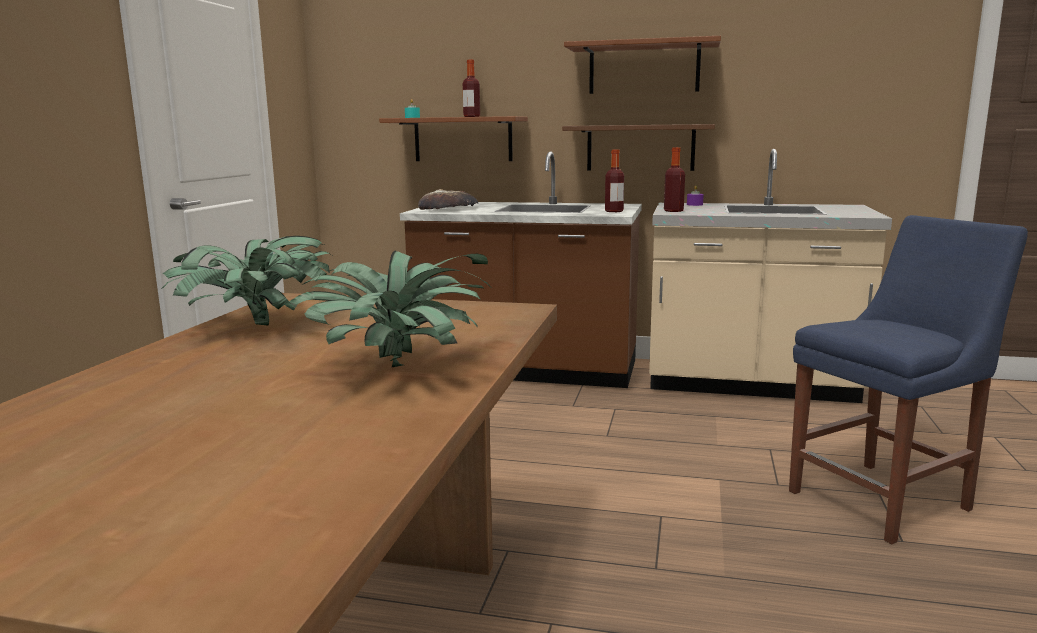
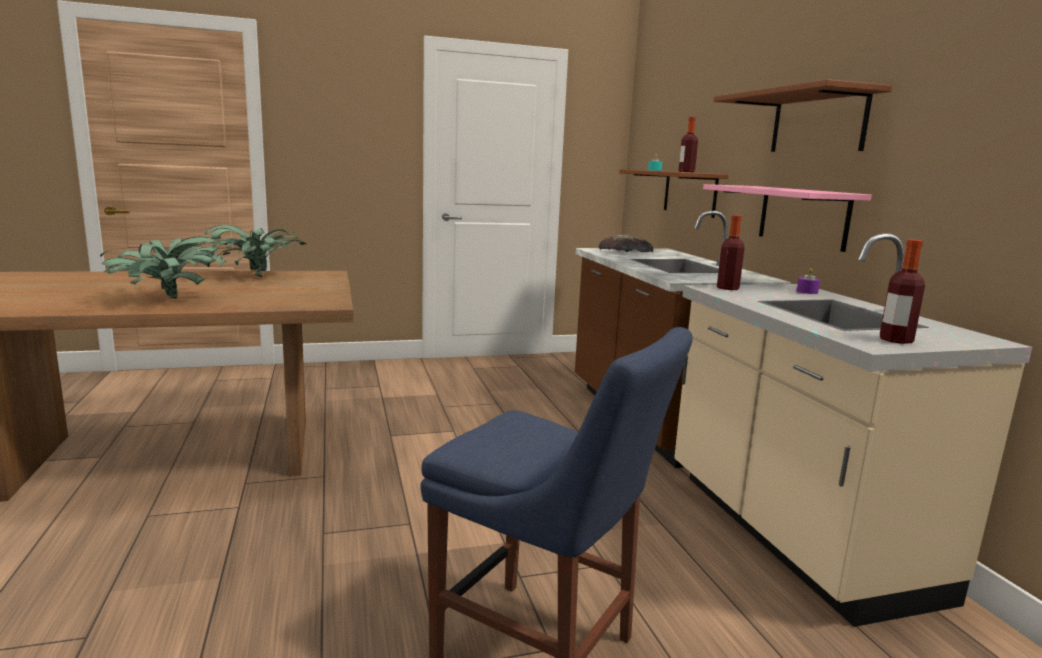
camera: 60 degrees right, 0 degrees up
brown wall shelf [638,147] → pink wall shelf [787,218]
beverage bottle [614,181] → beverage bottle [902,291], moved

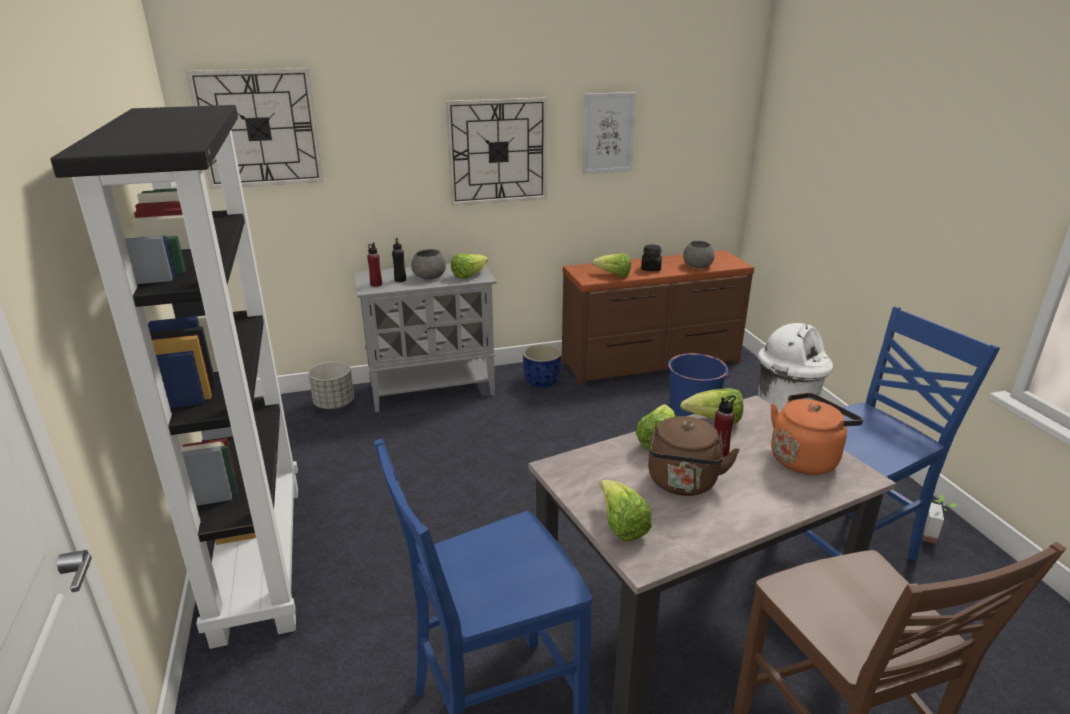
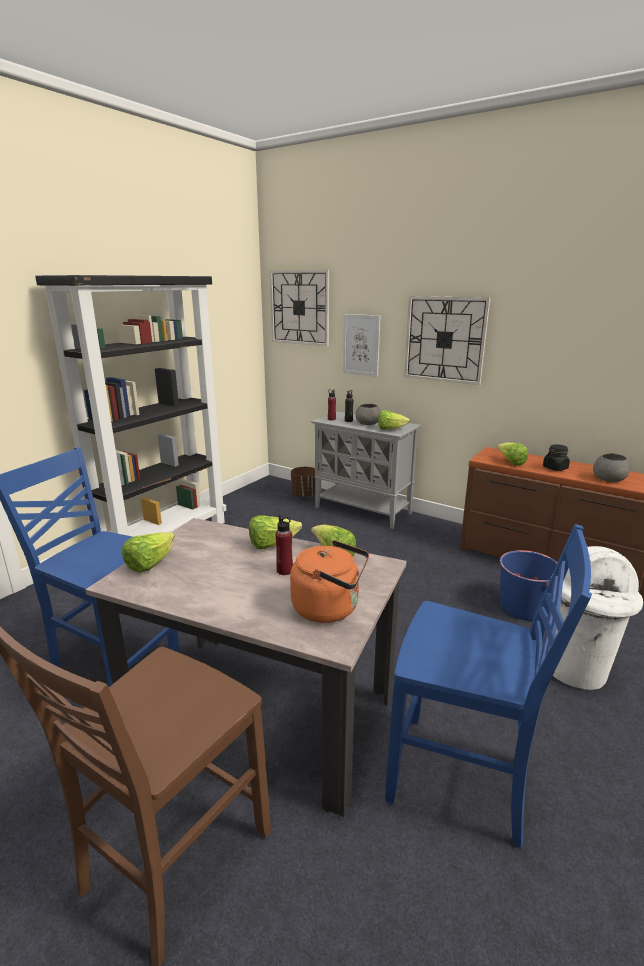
camera: 50 degrees right, 5 degrees down
gray planter [331,385] → brown planter [303,482]
blue-coloured planter [542,366] → -
picture [609,133] → picture [361,345], moved
brown tea kettle [694,456] → -
houseplant [940,519] → -

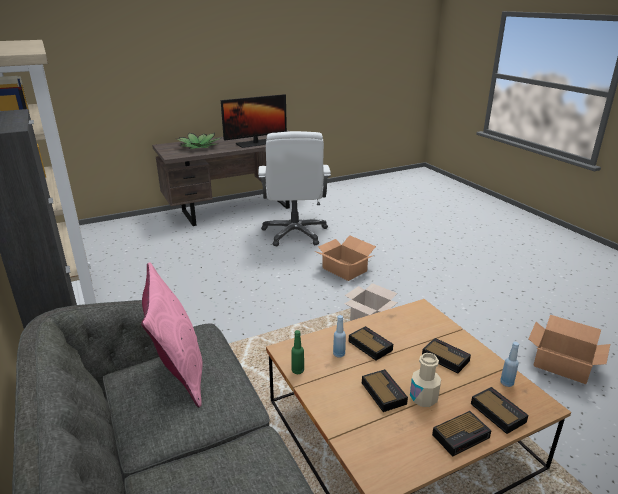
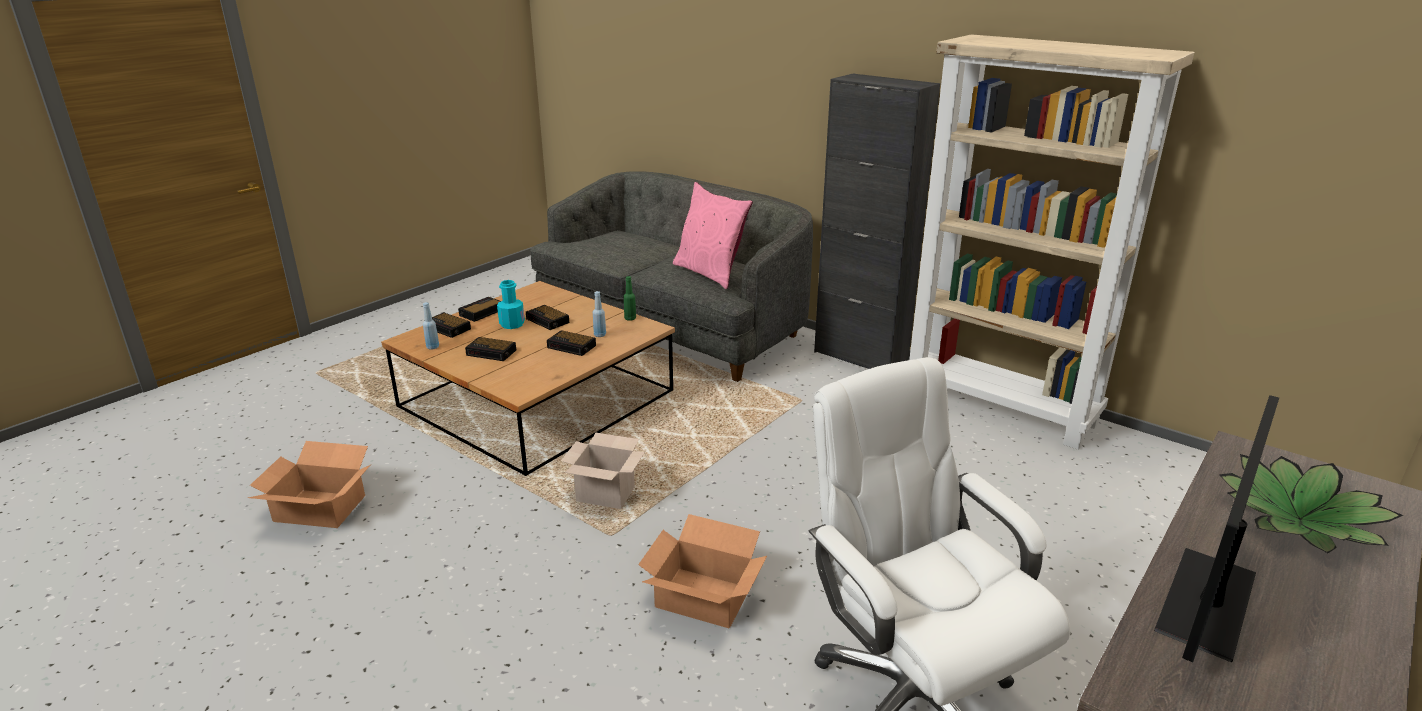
camera: 155 degrees right, 0 degrees up
beige beverage bottle [425,380] → blue-green beverage bottle [511,304]

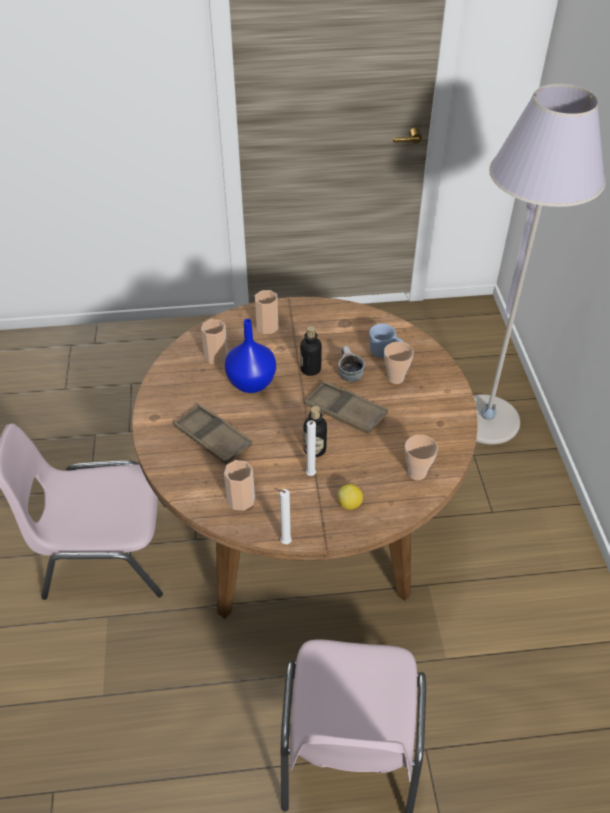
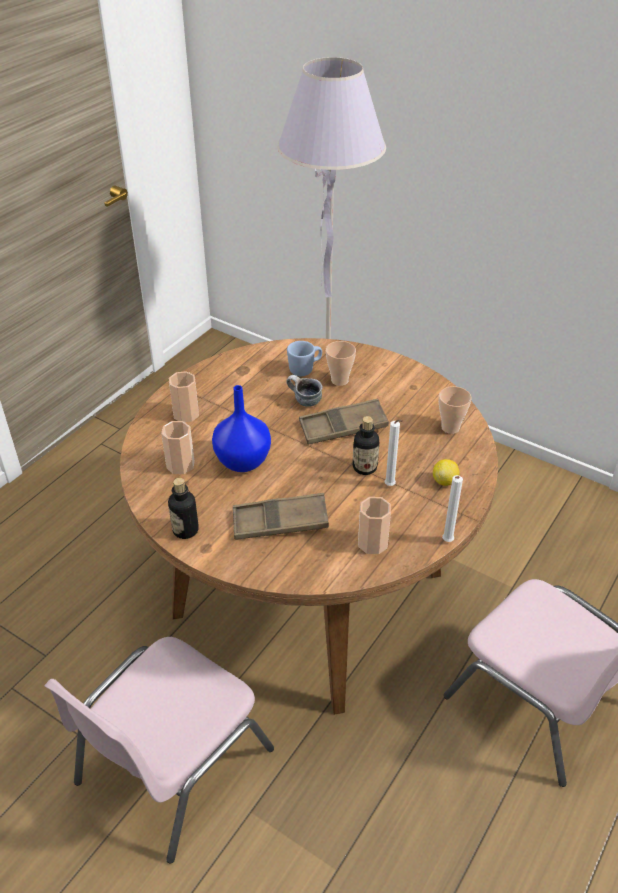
camera: 50 degrees left, 5 degrees down
beverage bottle [311,351] → beverage bottle [183,508], moved

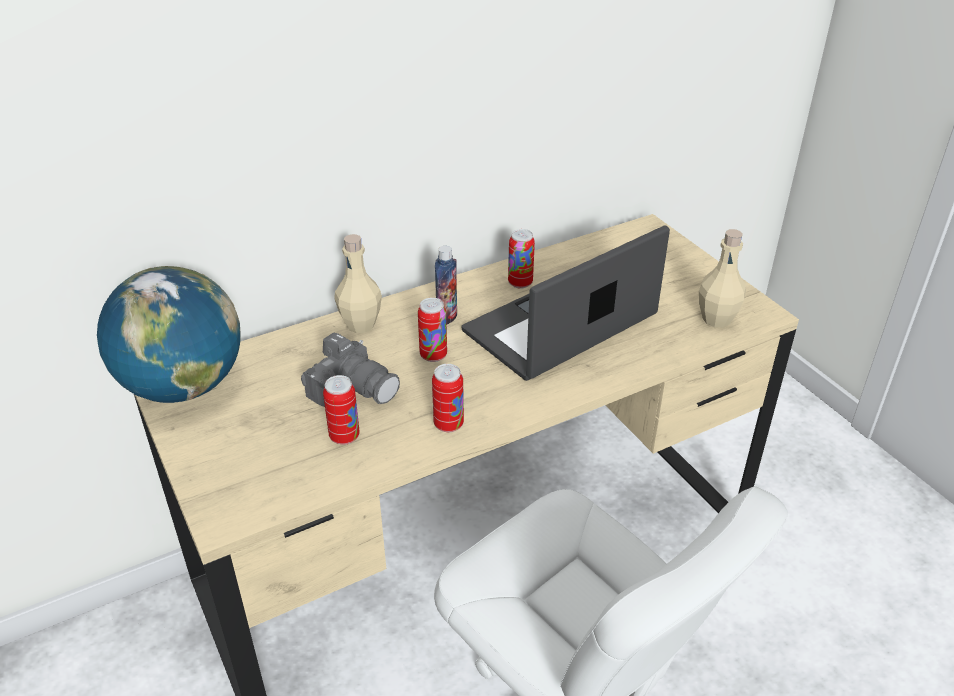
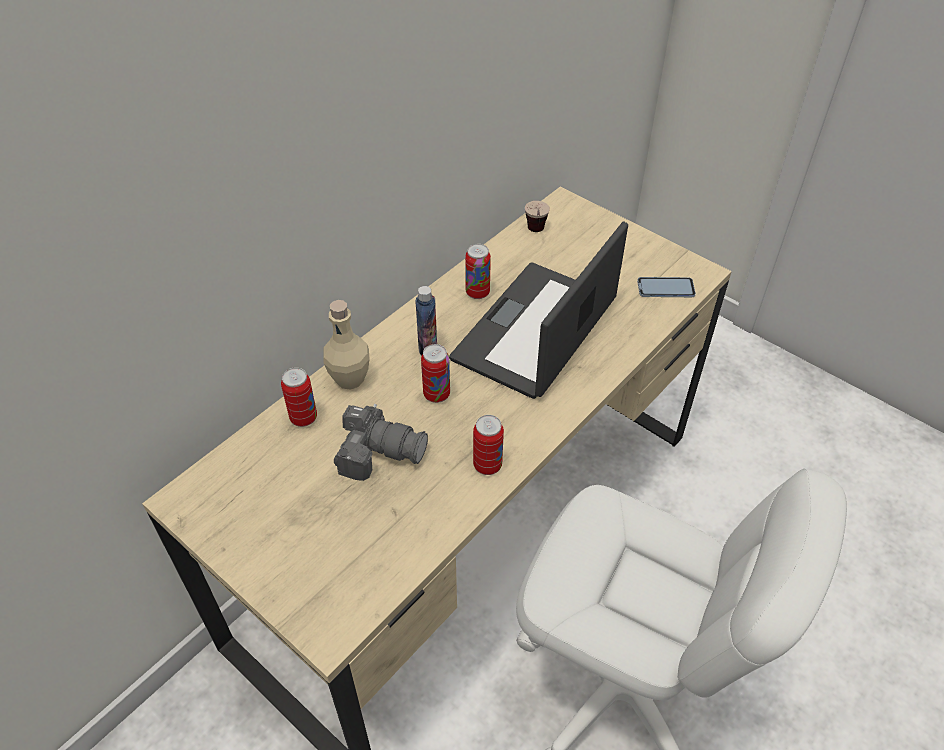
camera: 20 degrees left, 10 degrees up
globe [169,334] → -
metal can [341,410] → metal can [299,397], moved
beige beverage bottle [722,278] → telephone [666,287]
- → small cup [537,216]

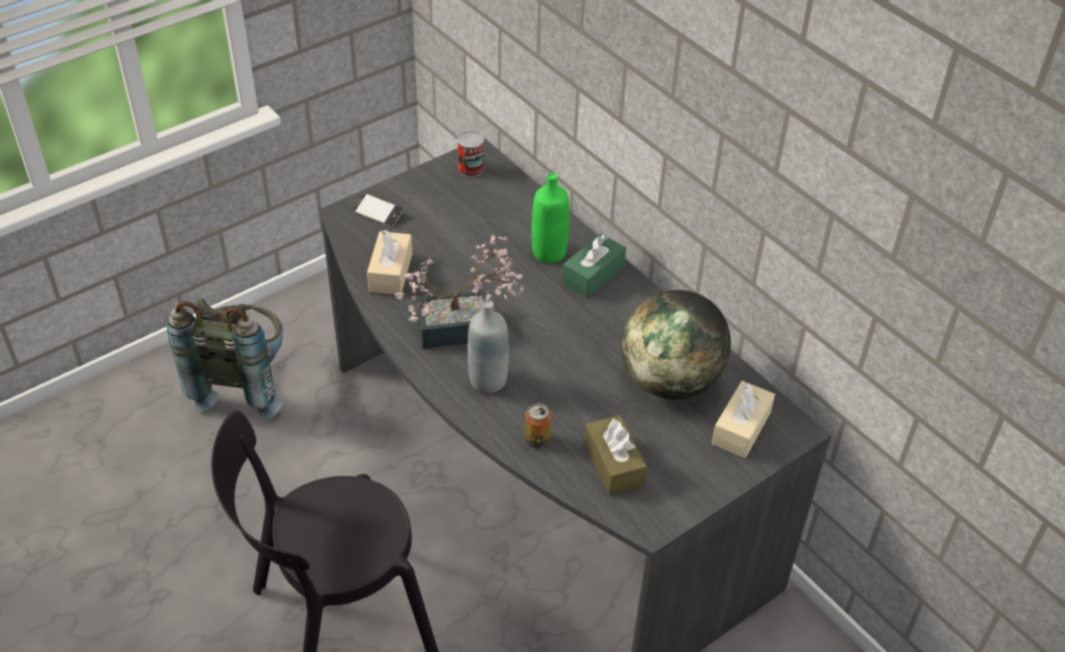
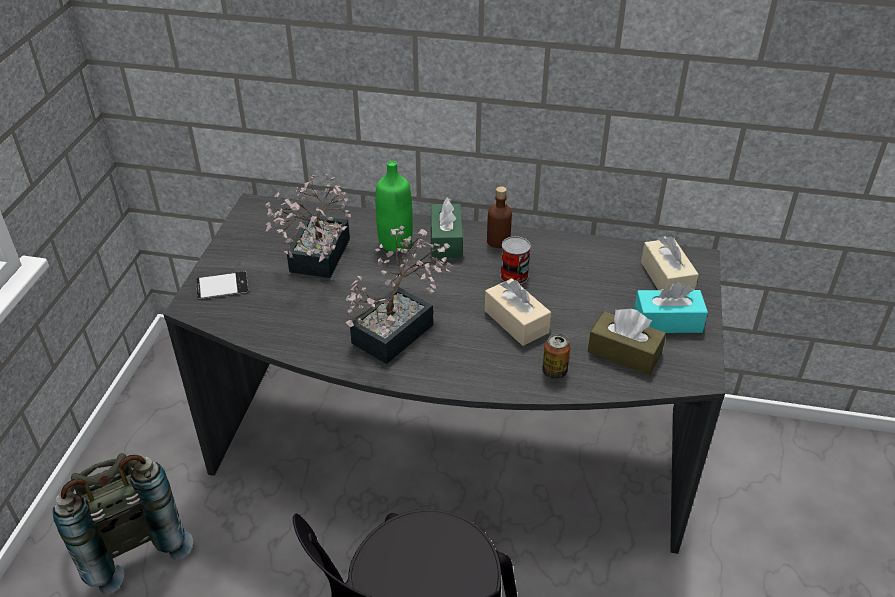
camera: 40 degrees left, 5 degrees down
beige tissue box [389,262] → beige tissue box [518,312], moved
metal can [470,154] → metal can [515,260], moved
gray beverage bottle [488,346] → -
globe [676,344] → -
- → houseplant [308,226]
- → brown beverage bottle [499,217]
- → blue-green tissue box [671,307]

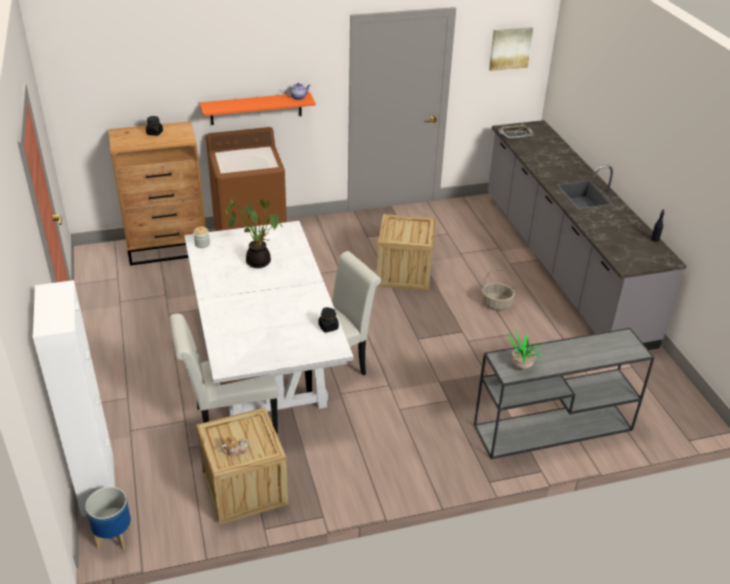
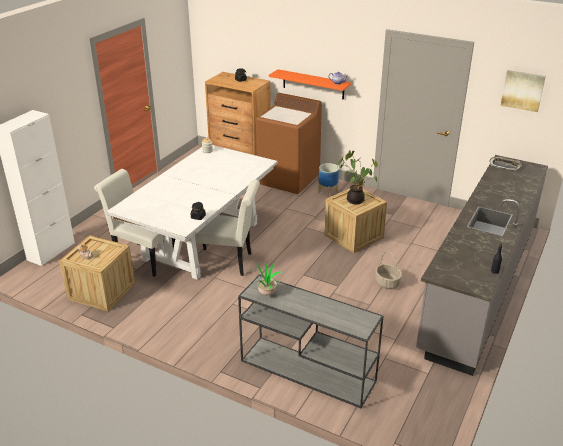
camera: 45 degrees right, 5 degrees down
planter [108,518] → planter [328,180], moved
houseplant [254,233] → houseplant [357,177], moved

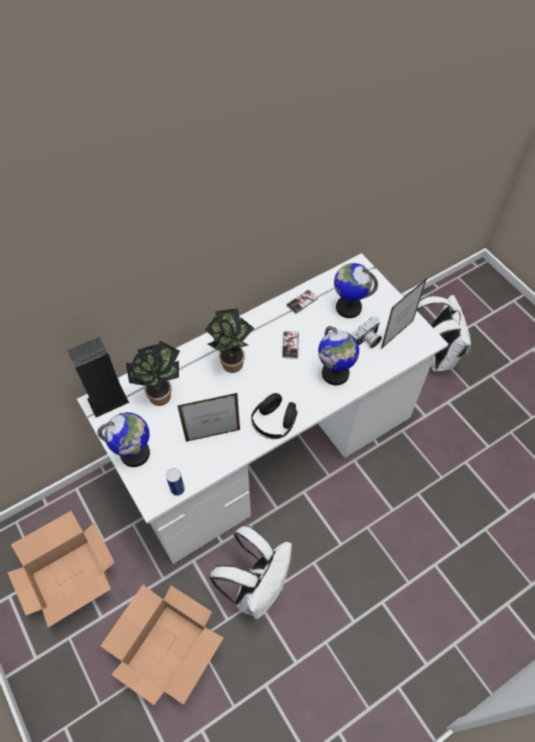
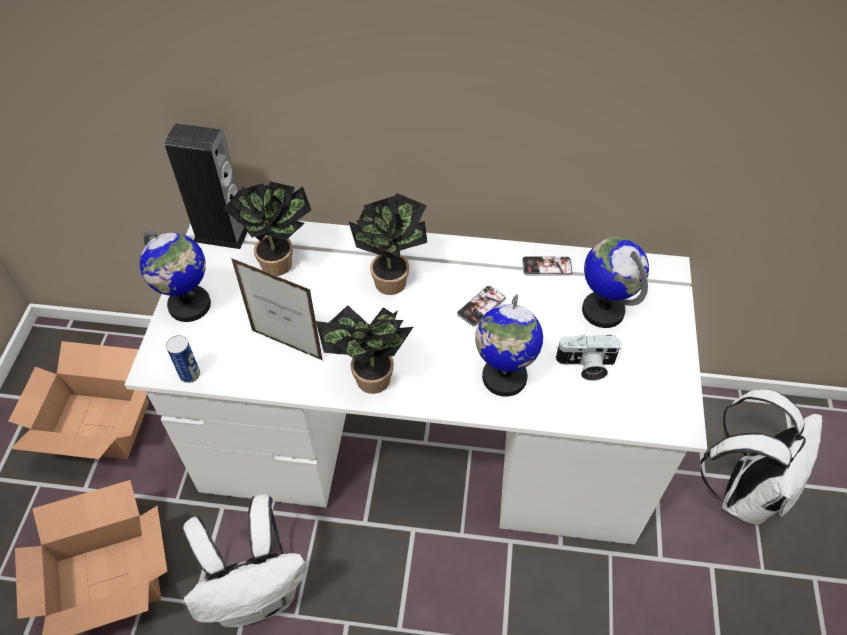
camera: 40 degrees right, 5 degrees down
blackish headset [274,416] → houseplant [364,349]
picture frame [404,313] → -

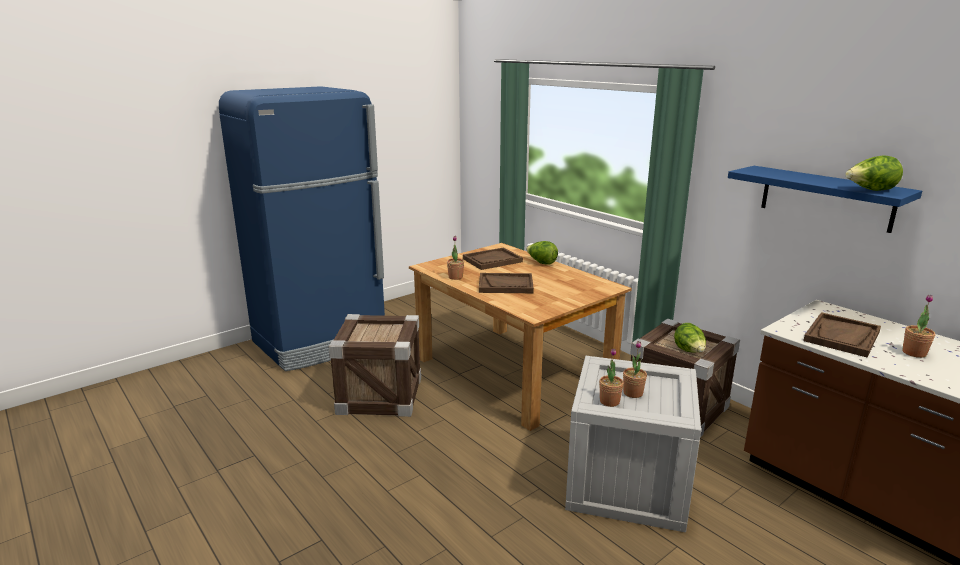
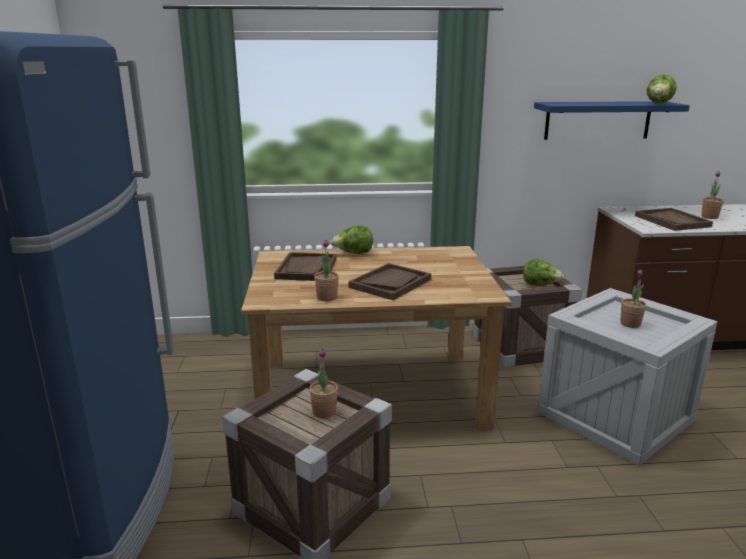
camera: 55 degrees left, 0 degrees up
houseplant [611,378] → houseplant [323,383], moved

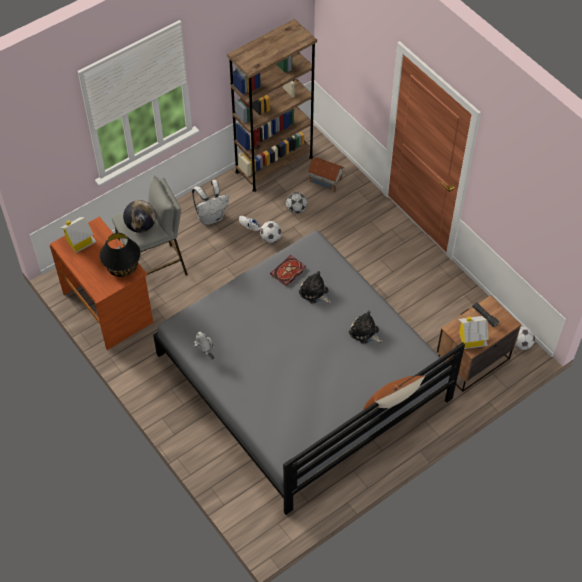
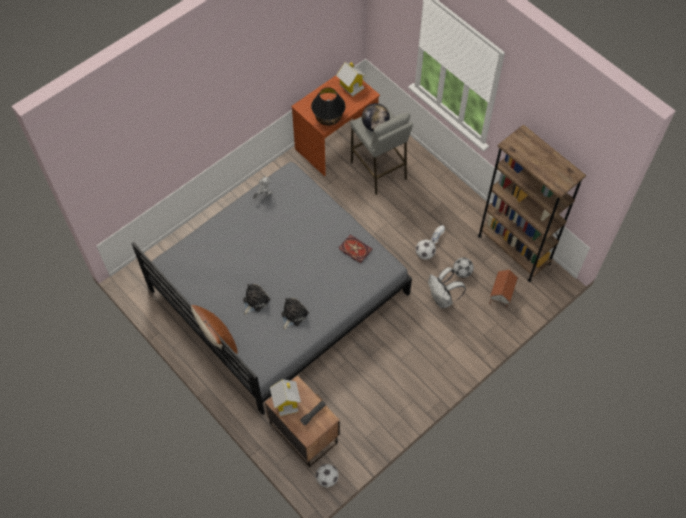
camera: 85 degrees right, 5 degrees up
whitish backpack [210,202] → whitish backpack [447,287], moved
plush toy [315,287] → plush toy [256,299], moved

